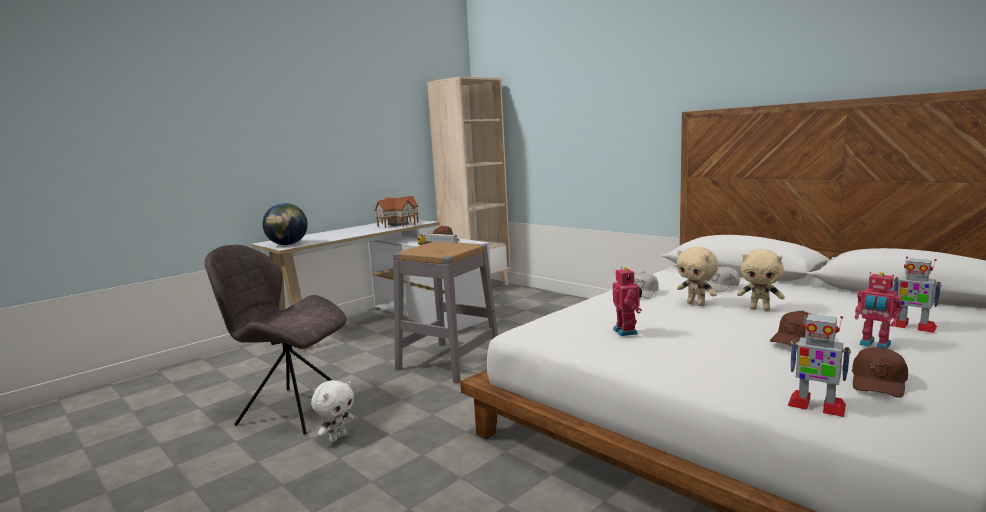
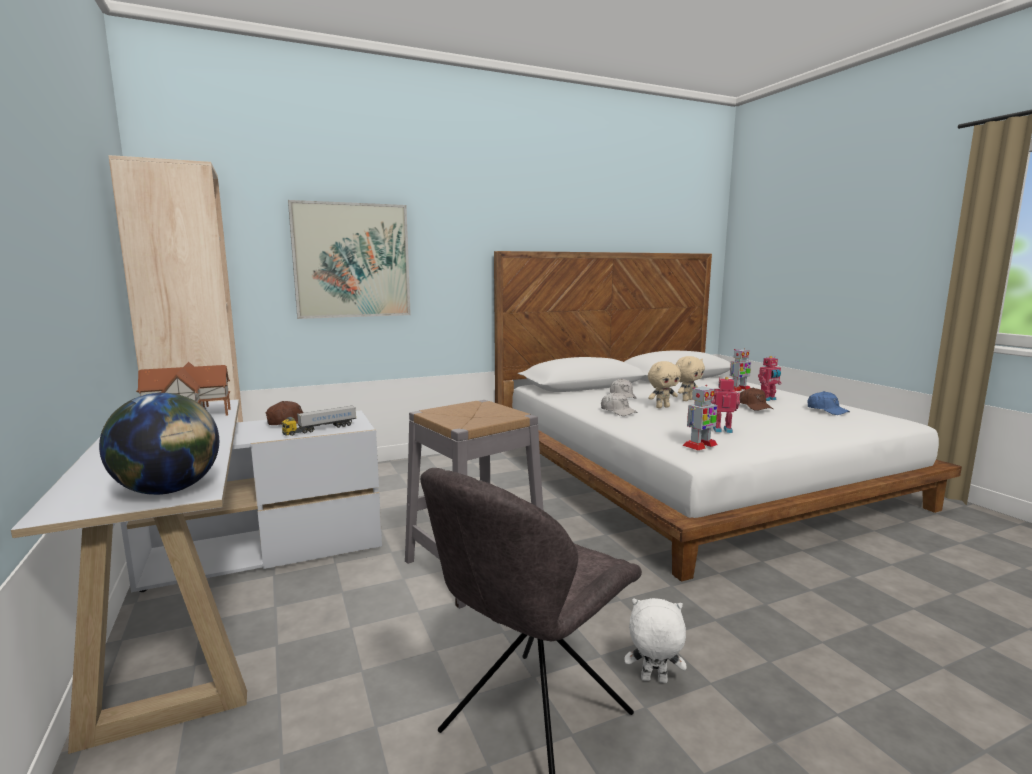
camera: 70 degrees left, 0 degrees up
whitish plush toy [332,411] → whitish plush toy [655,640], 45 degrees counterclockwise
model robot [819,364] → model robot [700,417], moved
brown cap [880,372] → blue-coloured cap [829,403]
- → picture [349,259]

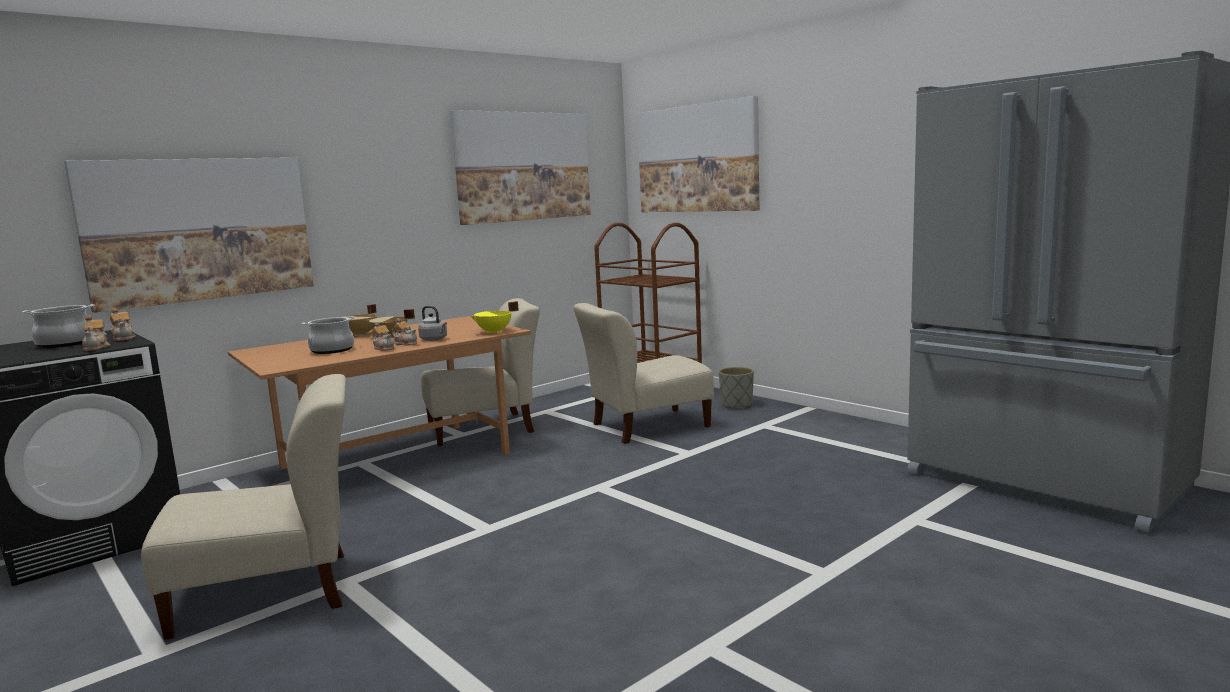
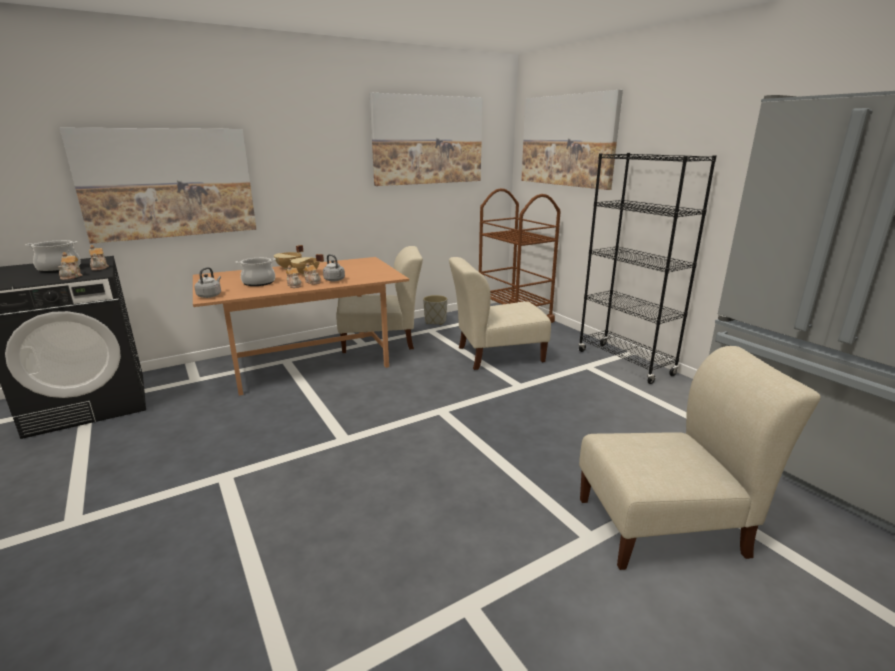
camera: 10 degrees right, 10 degrees up
beige plain chair [243,507] → beige plain chair [700,458], moved
yellowish stockpot [494,317] → -
gray planter [736,388] → gray planter [435,310], moved
- → gray tea kettle [207,282]
- → blackish shelving unit [647,268]

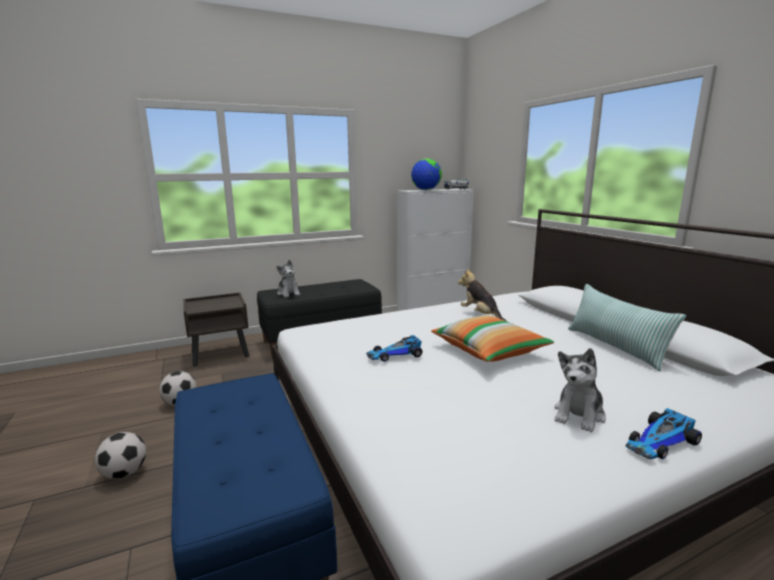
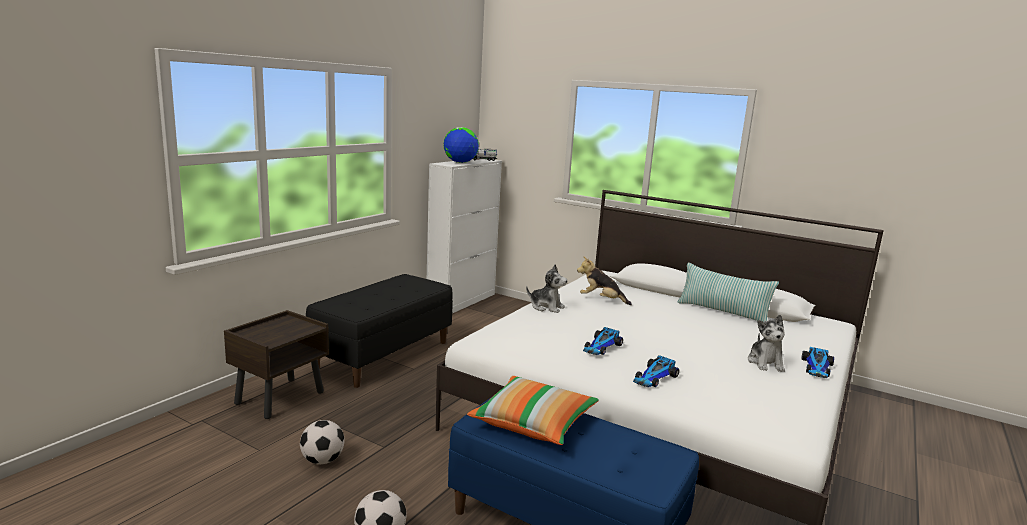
camera: 35 degrees left, 0 degrees up
plush toy [288,279] → plush toy [546,288], moved
pillow [492,338] → pillow [533,410], moved
- → toy car [656,371]

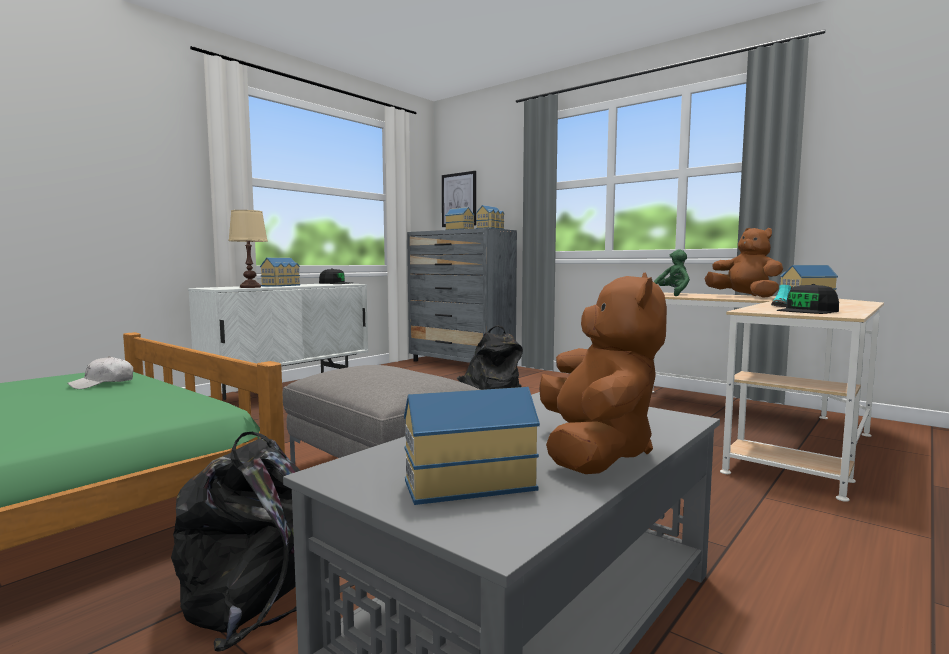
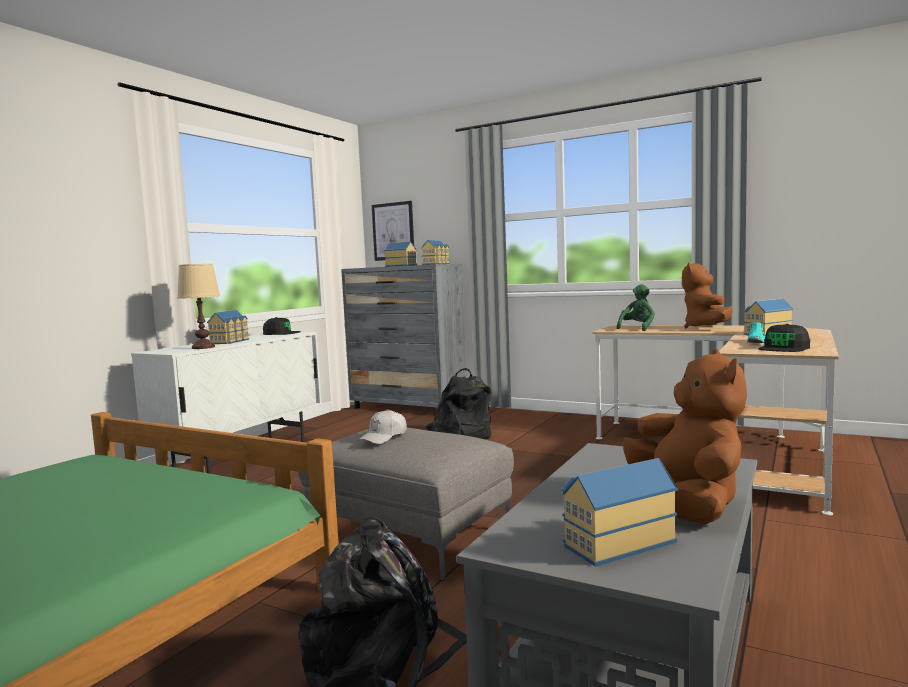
camera: 10 degrees left, 0 degrees up
whitish cap [100,372] → whitish cap [382,426], moved
brown plush toy [744,263] → brown plush toy [707,296], 120 degrees counterclockwise

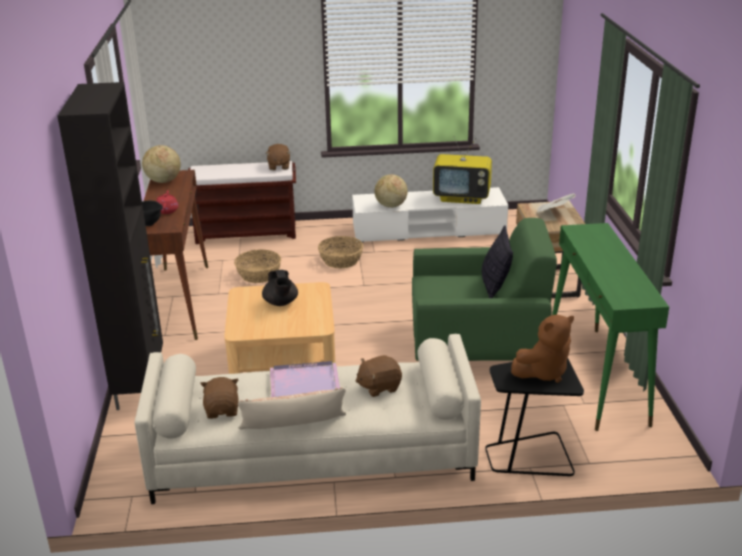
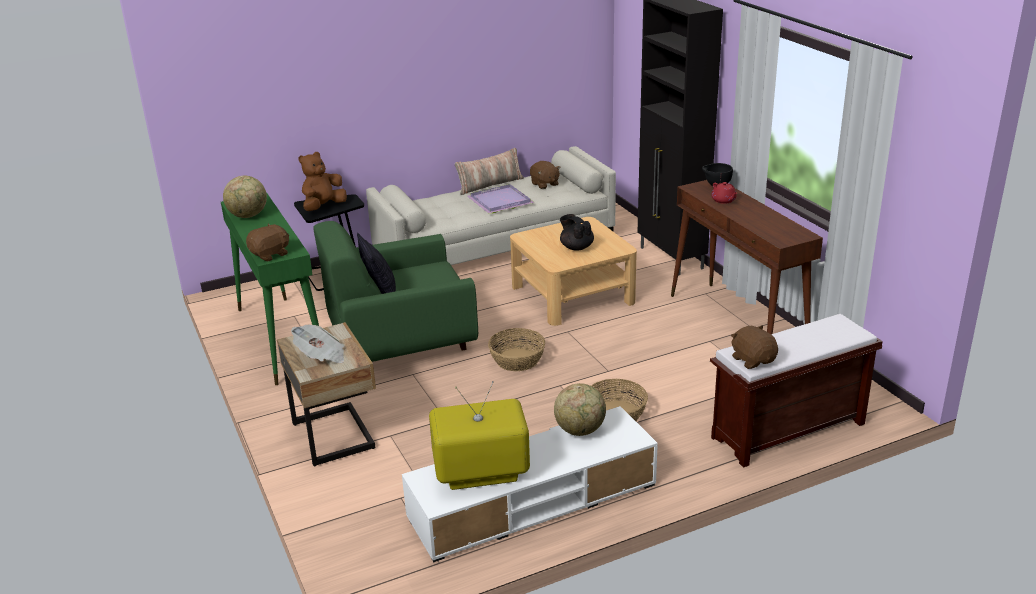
camera: 160 degrees right, 0 degrees up
globe [161,164] → globe [245,196], moved
household basket [257,266] → household basket [516,349], moved
brown plush toy [379,376] → brown plush toy [267,243], moved

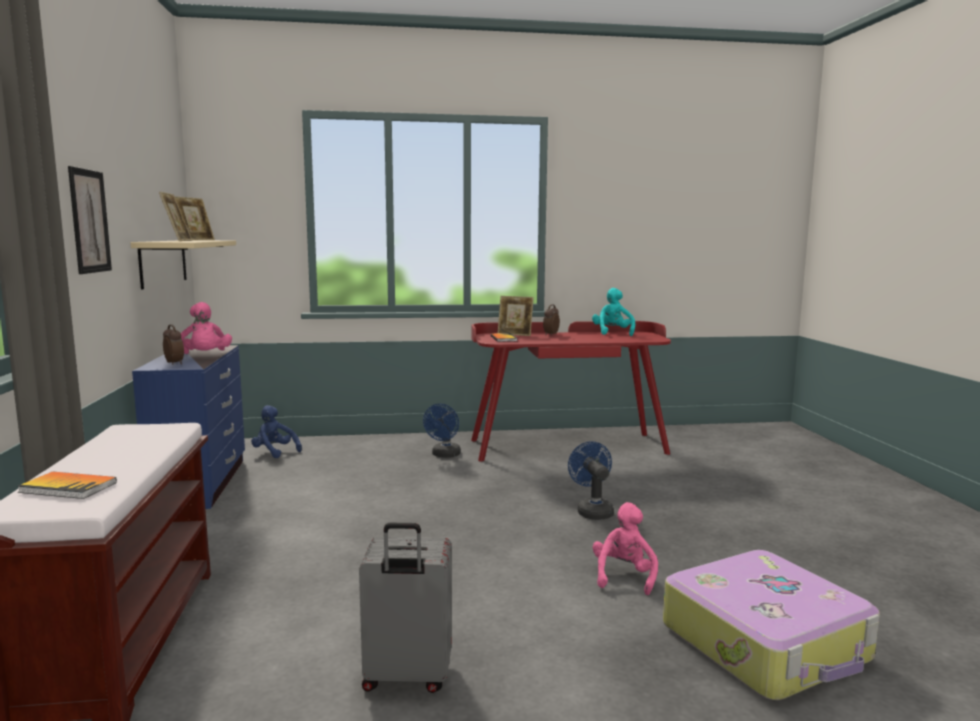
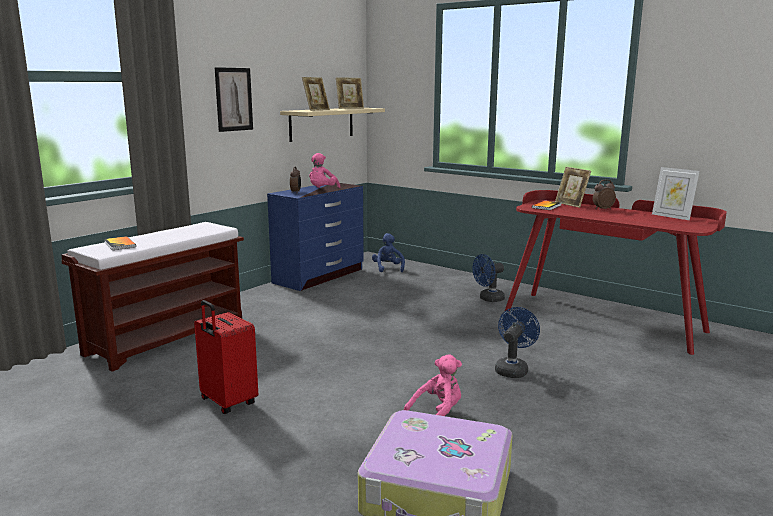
camera: 45 degrees right, 5 degrees up
gray suitcase [405,608] → red-coloured suitcase [226,357]
blue-green plush toy [613,312] → picture frame [676,193]

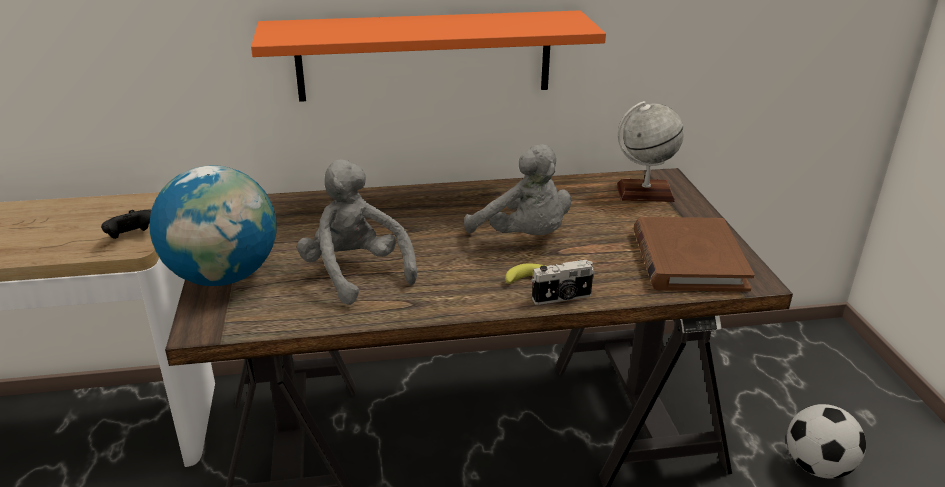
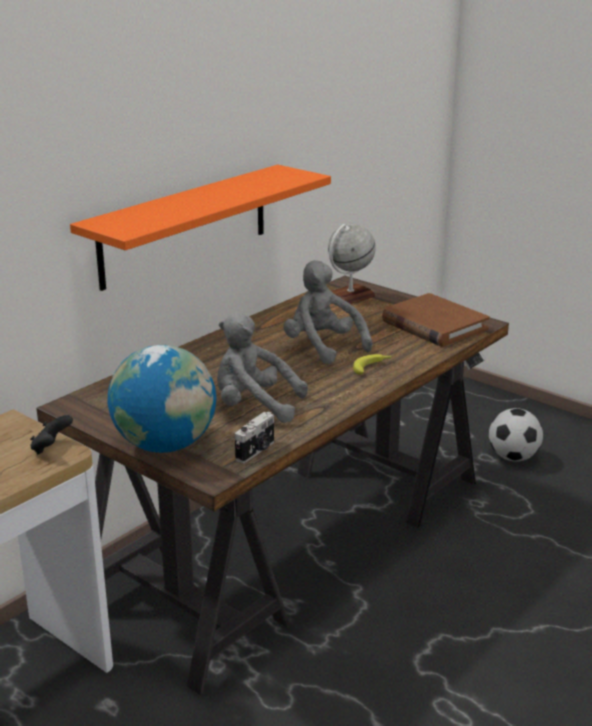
camera: 40 degrees left, 5 degrees down
gray plush toy [517,189] → gray plush toy [328,312], 135 degrees counterclockwise
photo camera [563,282] → photo camera [254,437], moved

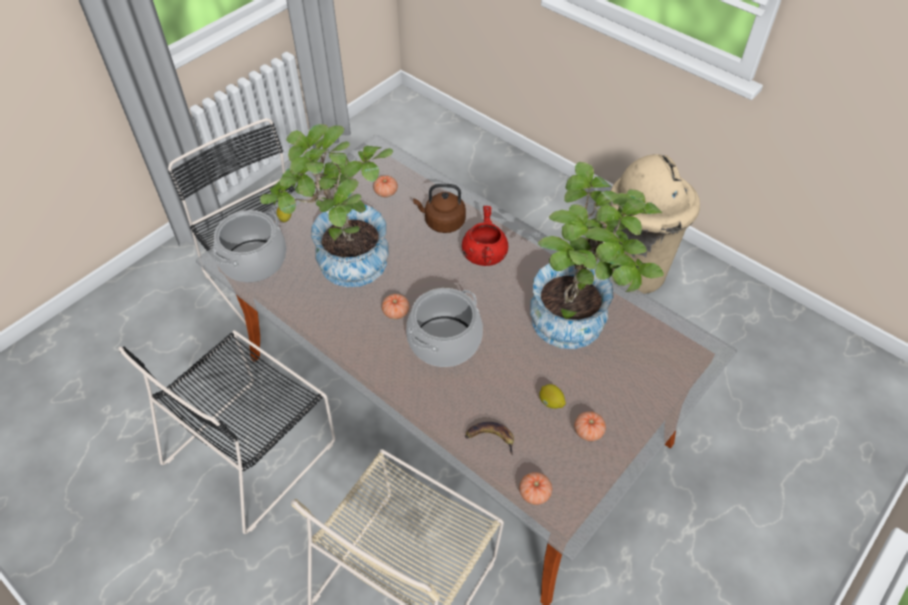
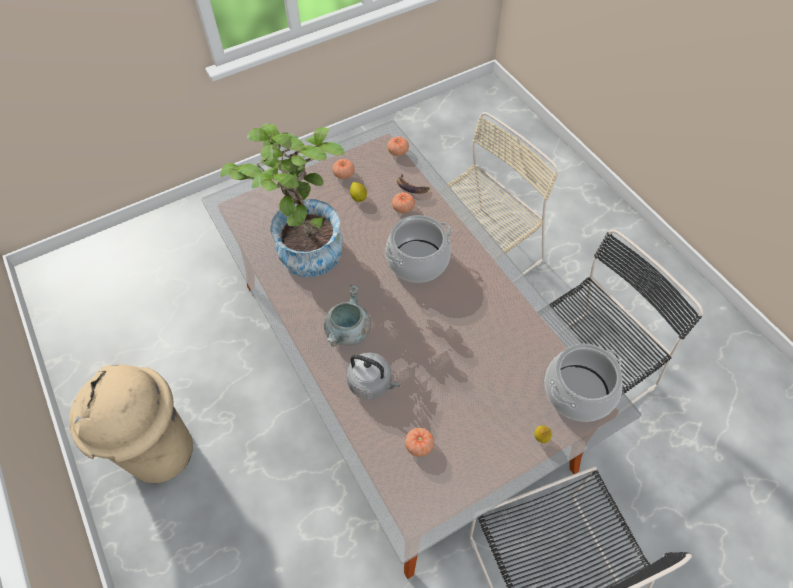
camera: 160 degrees left, 5 degrees up
houseplant [326,205] → -
tomato [396,306] → tomato [403,202], moved
brown tea kettle [439,208] → gray tea kettle [374,376]
red-coloured stockpot [485,236] → gray stockpot [347,316]

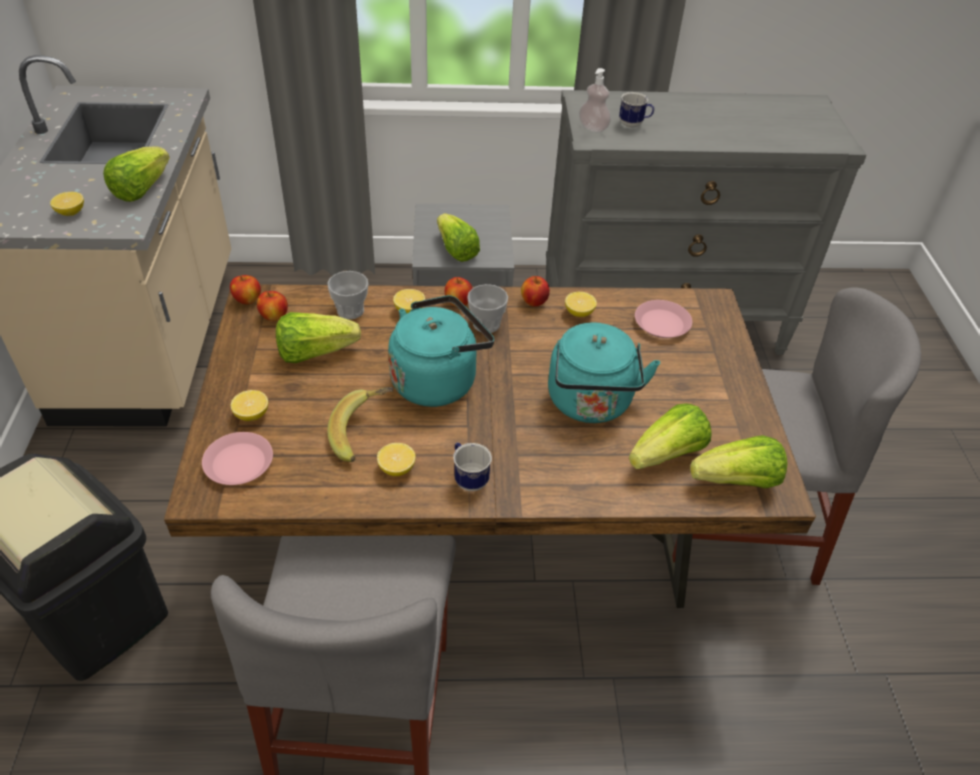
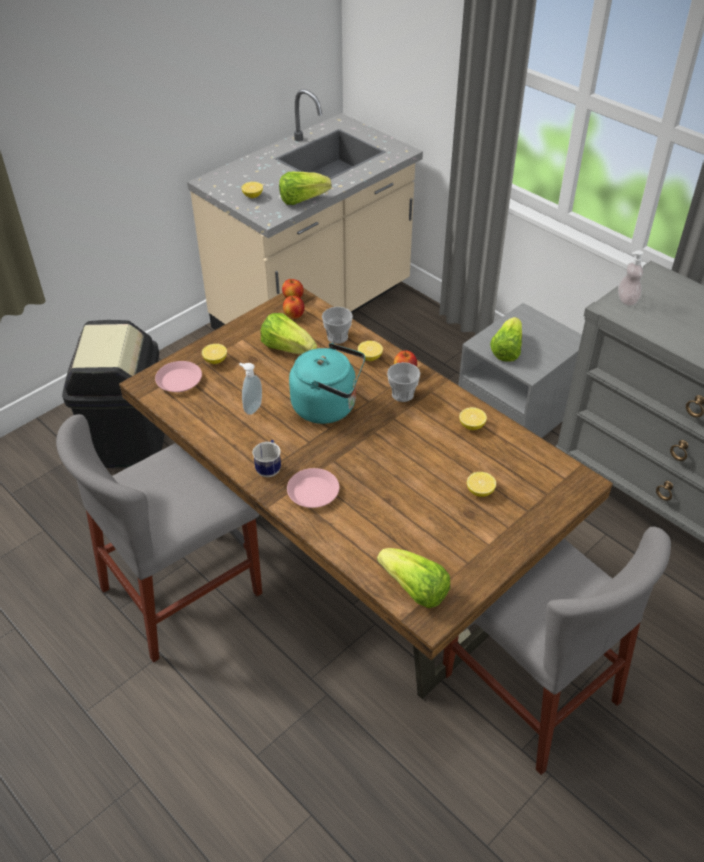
camera: 50 degrees right, 0 degrees up
banana fruit [360,424] → soap dispenser [250,389]
whole lemon [396,459] → whole lemon [481,484], moved
whole apple [535,291] → -
blue-green tea kettle [604,373] → -
mug [636,110] → -
lettuce [670,436] → -
pink dinner plate [663,319] → pink dinner plate [313,488], moved

